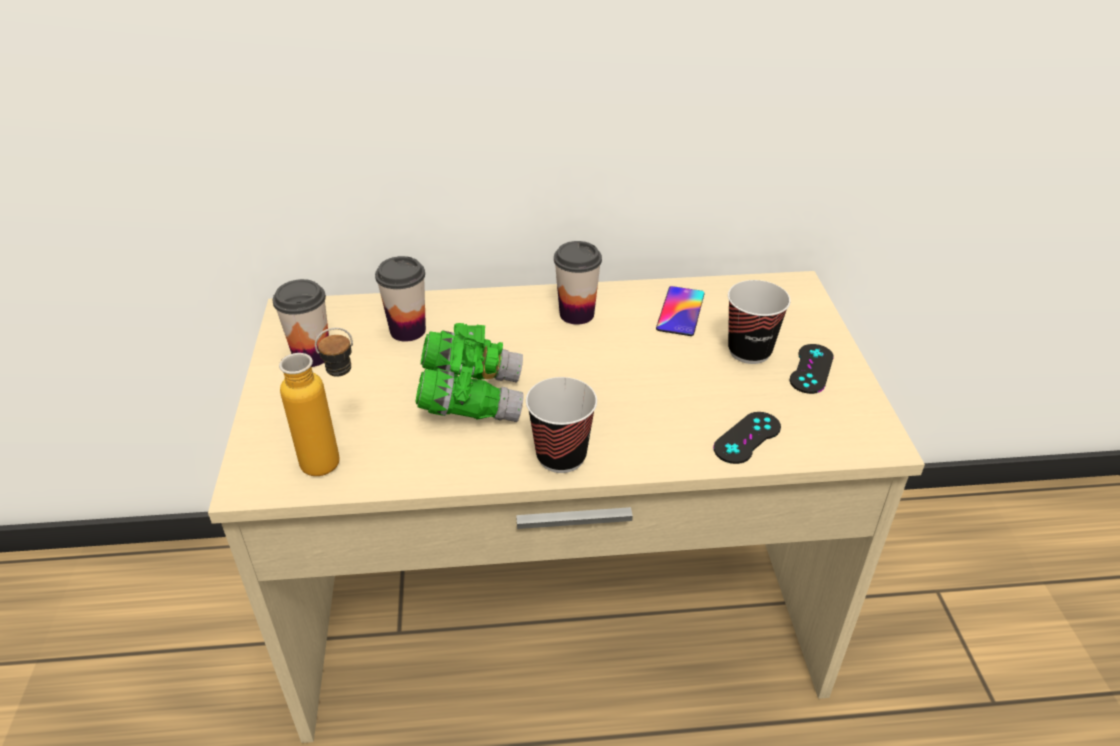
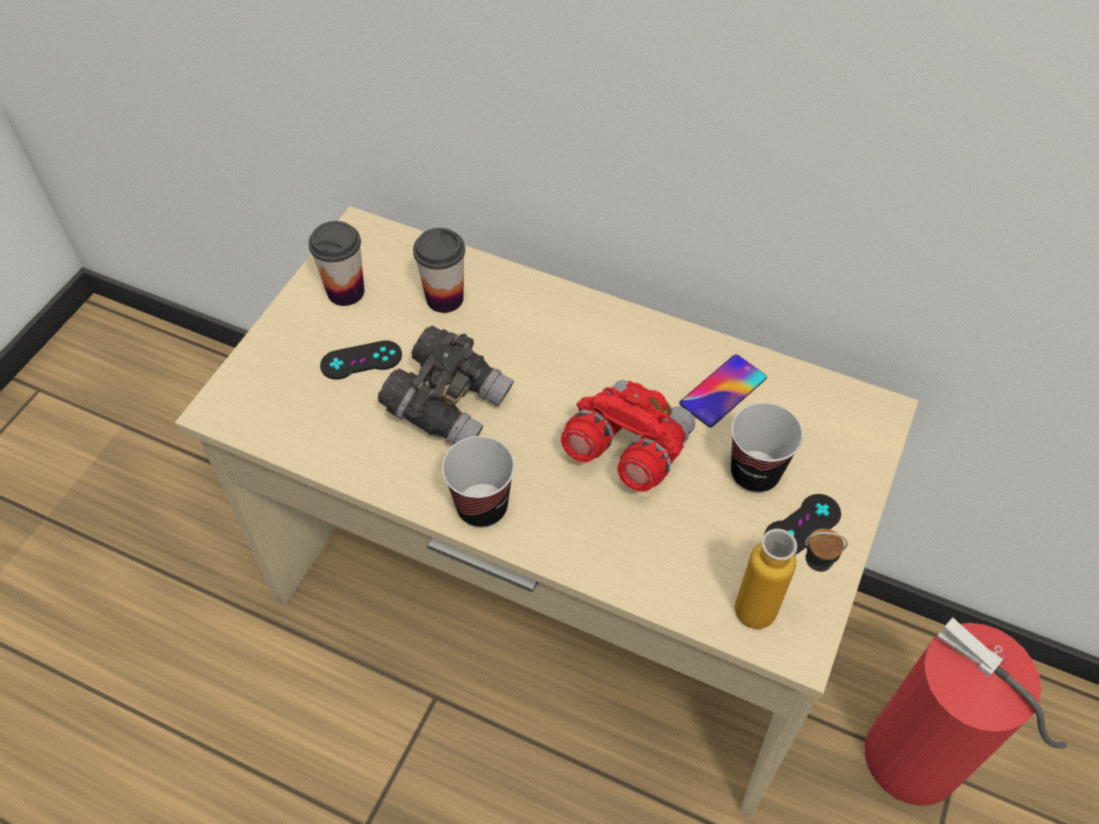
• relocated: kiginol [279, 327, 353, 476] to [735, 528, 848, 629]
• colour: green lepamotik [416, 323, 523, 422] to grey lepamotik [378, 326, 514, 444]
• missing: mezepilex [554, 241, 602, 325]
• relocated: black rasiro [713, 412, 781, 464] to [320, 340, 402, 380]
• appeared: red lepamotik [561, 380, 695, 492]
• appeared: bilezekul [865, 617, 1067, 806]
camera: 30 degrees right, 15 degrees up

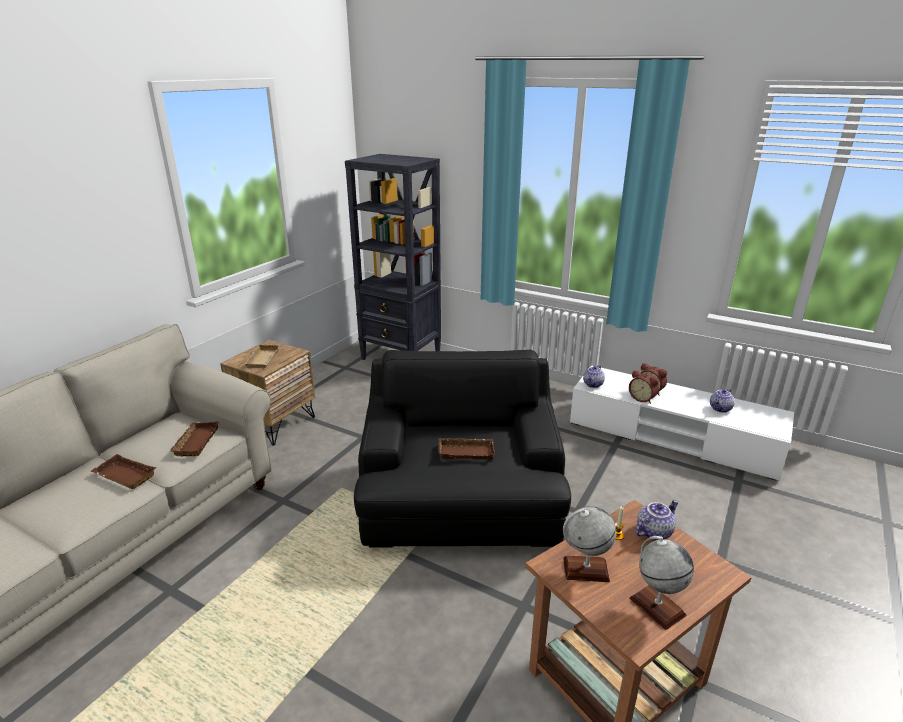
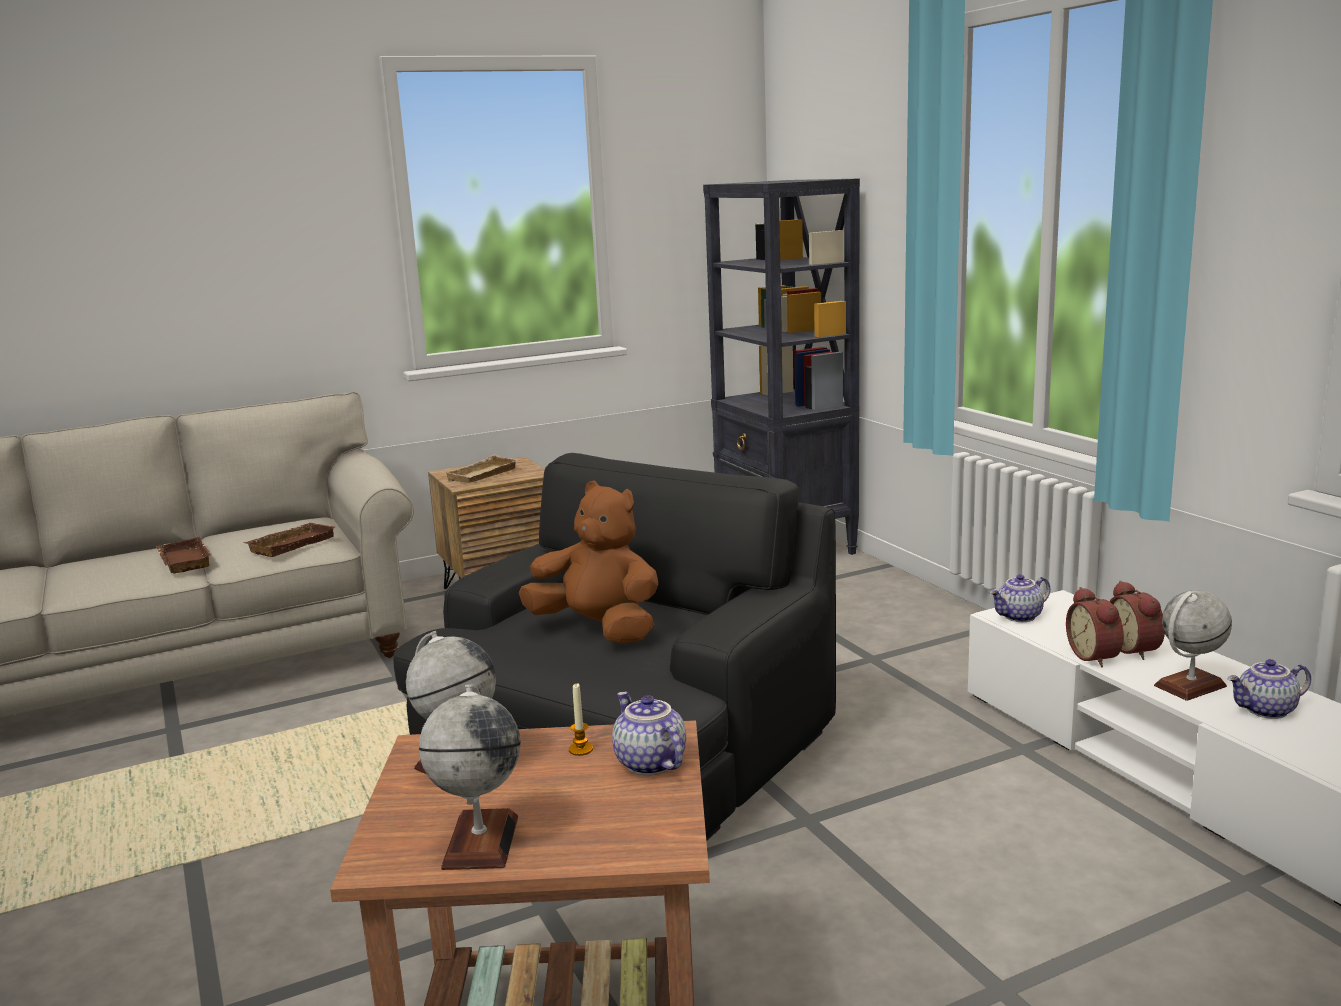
• exchanged: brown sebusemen [438, 438, 495, 460] to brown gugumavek [519, 481, 658, 644]
• spun: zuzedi [635, 500, 679, 540] = [612, 691, 686, 775] 120 degrees counterclockwise
• appeared: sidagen [1154, 590, 1232, 701]
camera: 35 degrees right, 10 degrees down

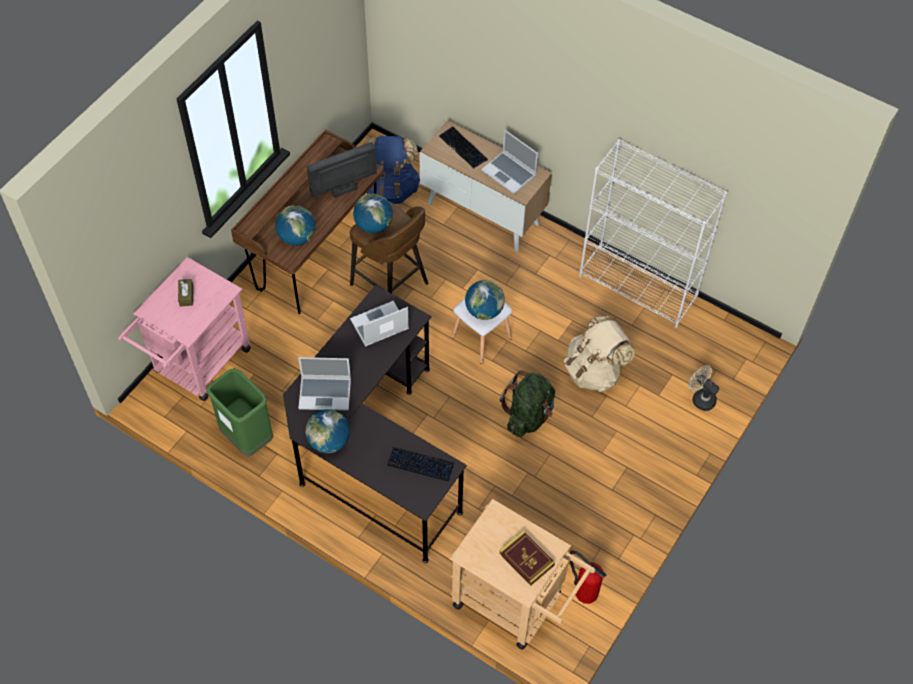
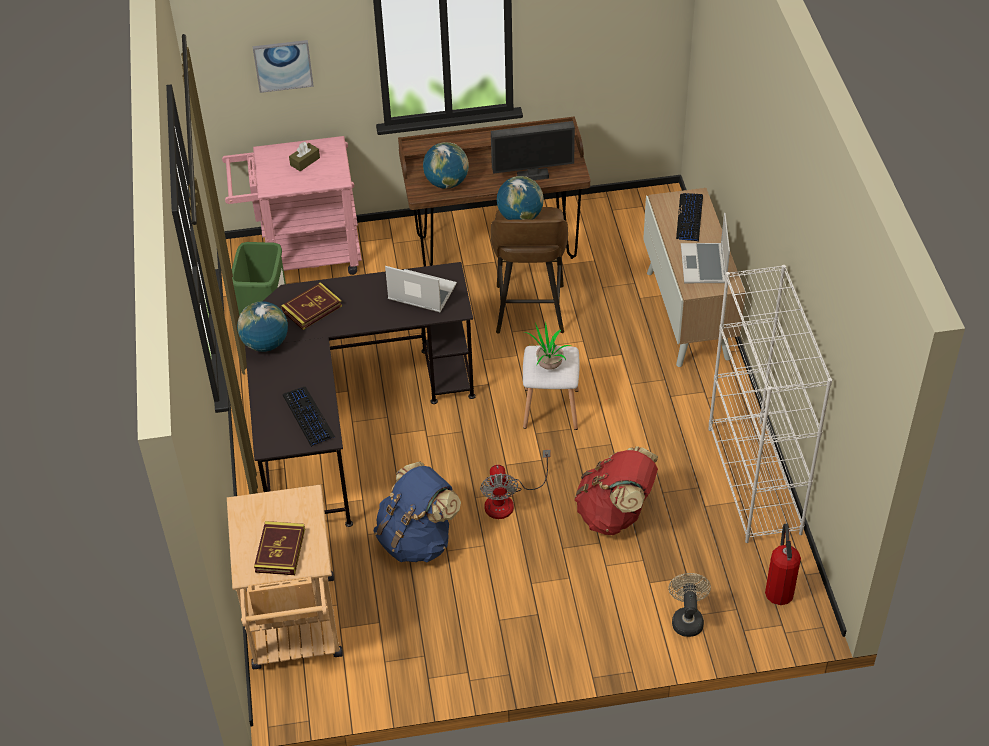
• exchanged: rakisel [298, 357, 351, 411] to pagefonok [281, 282, 342, 330]
• spun: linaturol [307, 142, 377, 198] = [491, 121, 575, 180] 150 degrees clockwise
• relocated: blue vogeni [365, 136, 420, 204] to [374, 462, 461, 563]
• exchanged: sidagen [465, 280, 505, 320] to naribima [525, 321, 571, 370]
• exchanged: green vogeni [500, 371, 555, 437] to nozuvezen [480, 450, 550, 519]
• colour: beige vogeni [564, 315, 635, 392] to red vogeni [575, 446, 658, 535]
• relocated: bilezekul [570, 551, 606, 604] to [765, 523, 801, 605]
• appeared: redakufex [253, 40, 314, 93]
camera: 50 degrees right, 10 degrees down

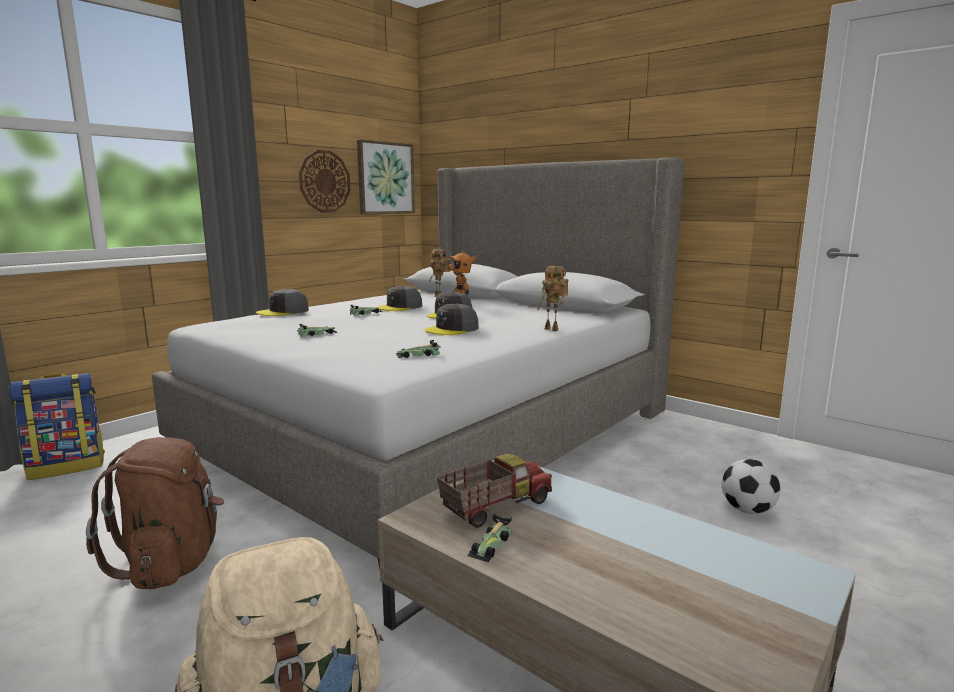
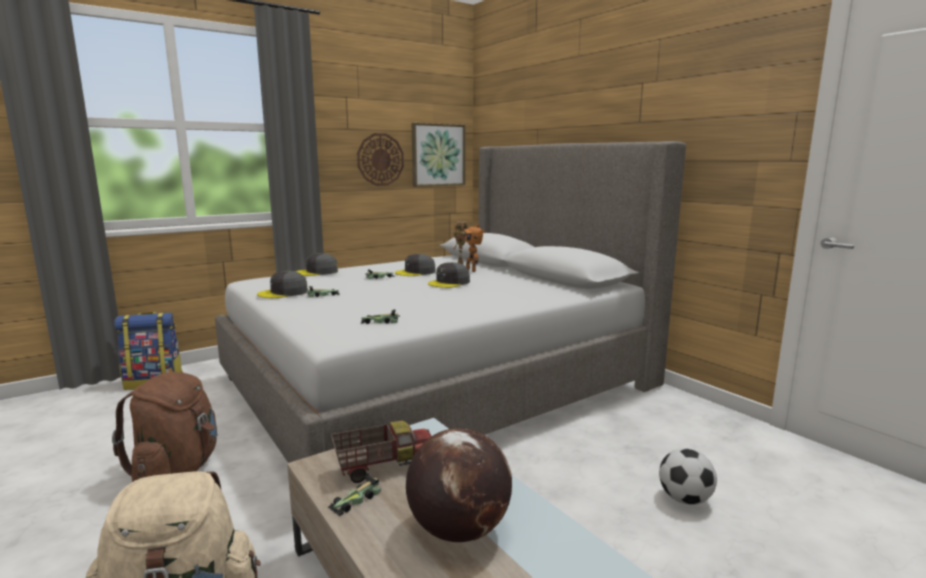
• relocated: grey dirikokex [424, 304, 479, 335] to [257, 271, 308, 298]
• missing: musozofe [537, 266, 569, 331]
• appeared: sidagen [406, 428, 512, 542]
camera: 15 degrees right, 0 degrees up

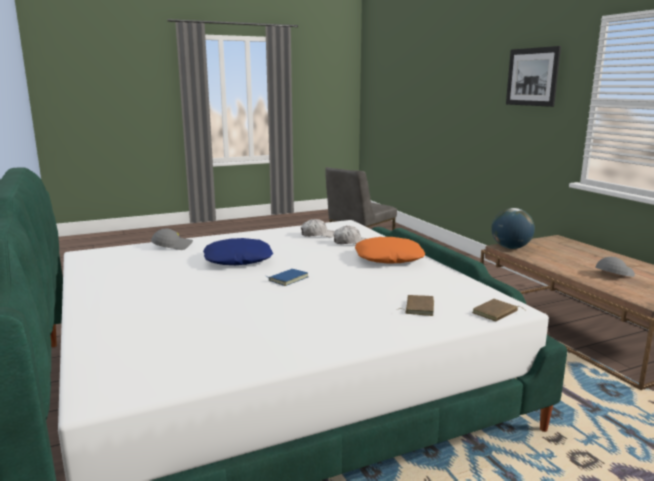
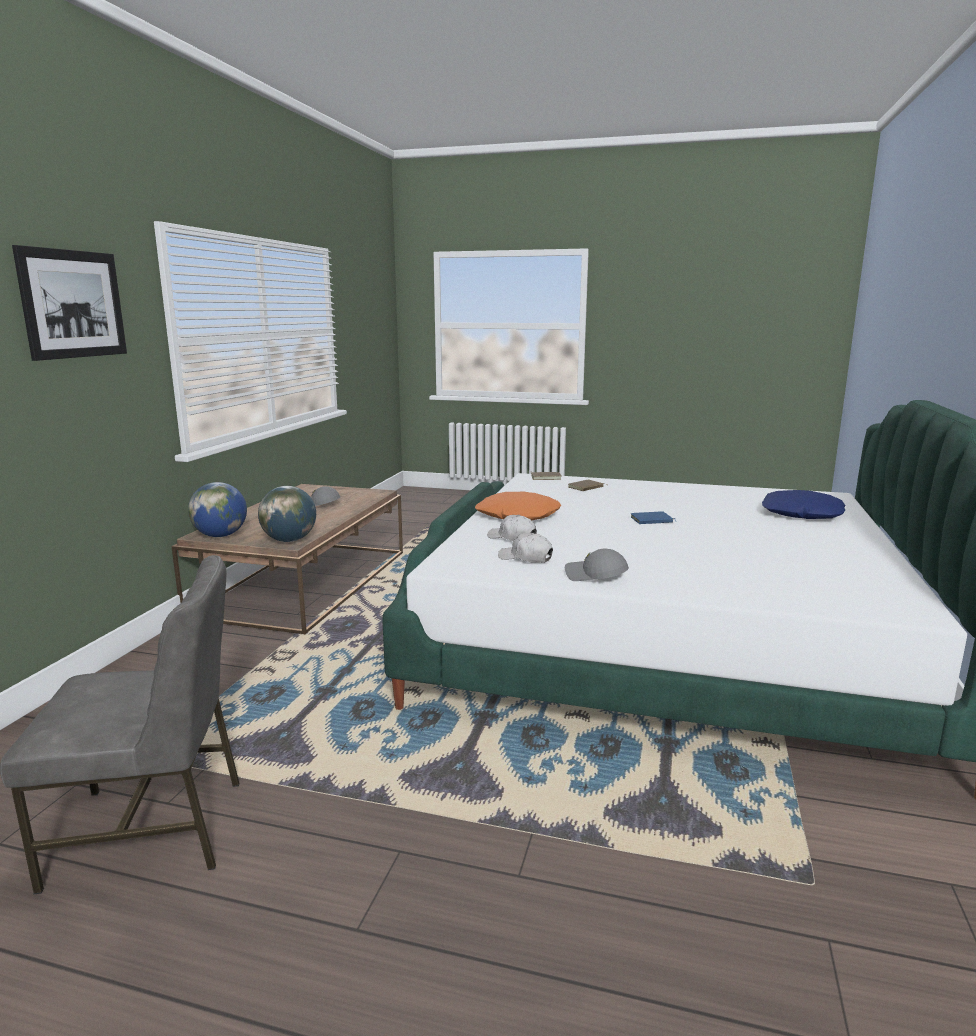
• relocated: grey dirikokex [151, 228, 193, 250] to [565, 548, 629, 581]
• relocated: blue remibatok [203, 238, 273, 265] to [762, 490, 846, 519]
• appeared: sidagen [188, 482, 247, 537]
camera: 140 degrees left, 0 degrees up

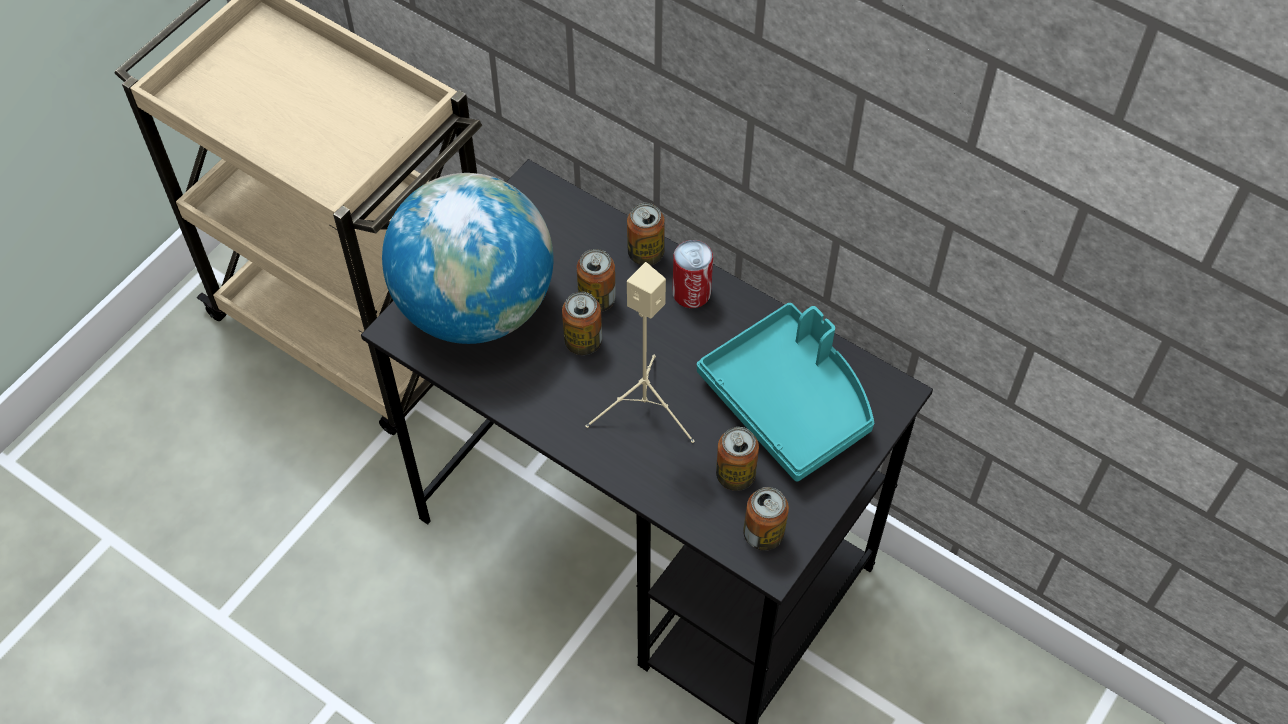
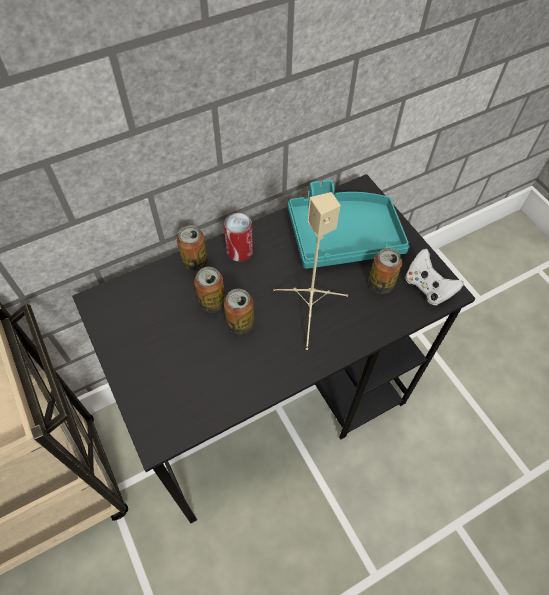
• missing: sidagen [382, 173, 553, 344]
• exchanged: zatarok [743, 487, 789, 551] to white rasiro [405, 249, 464, 305]
camera: 65 degrees left, 0 degrees up

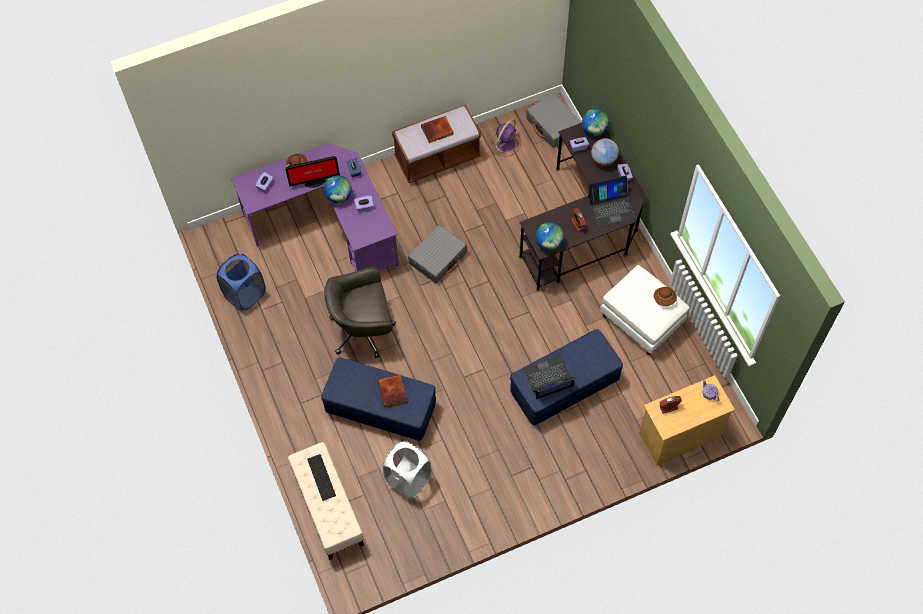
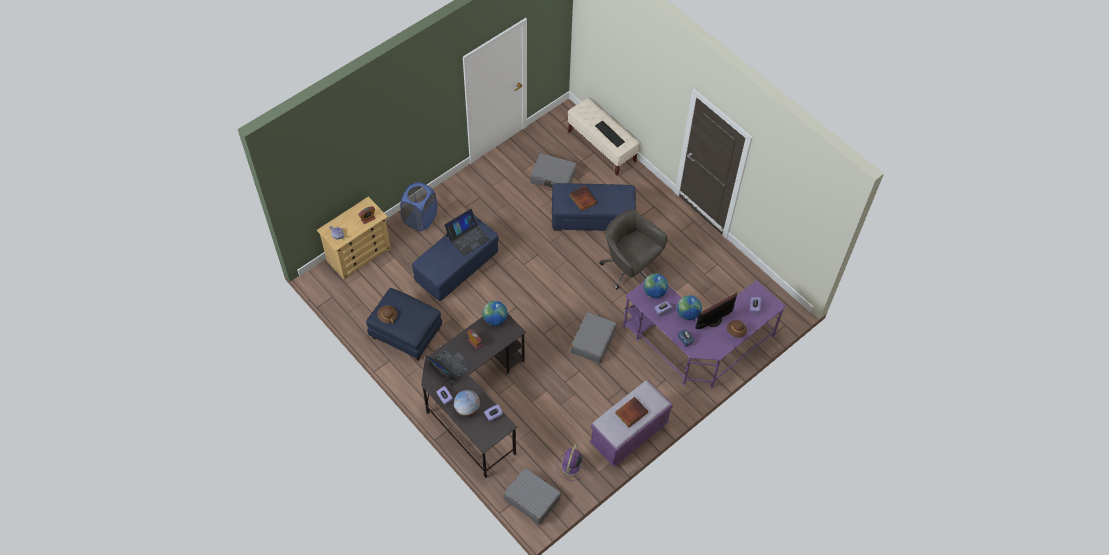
• relocated: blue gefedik [217, 254, 266, 311] to [400, 182, 437, 231]
• spun: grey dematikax [324, 267, 396, 358] = [599, 210, 668, 290] 105 degrees counterclockwise
• exchanged: white gefedik [382, 441, 432, 498] to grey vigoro [530, 153, 577, 191]
• colour: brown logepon [392, 105, 481, 183] to purple logepon [590, 380, 673, 467]
• relocated: sidagen [582, 109, 609, 136] to [643, 274, 668, 298]
• spun: rakisel [588, 175, 636, 227] = [424, 344, 474, 386] 75 degrees clockwise
• colour: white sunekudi [600, 265, 689, 355] to blue sunekudi [366, 288, 442, 361]
camera: 160 degrees right, 5 degrees down

